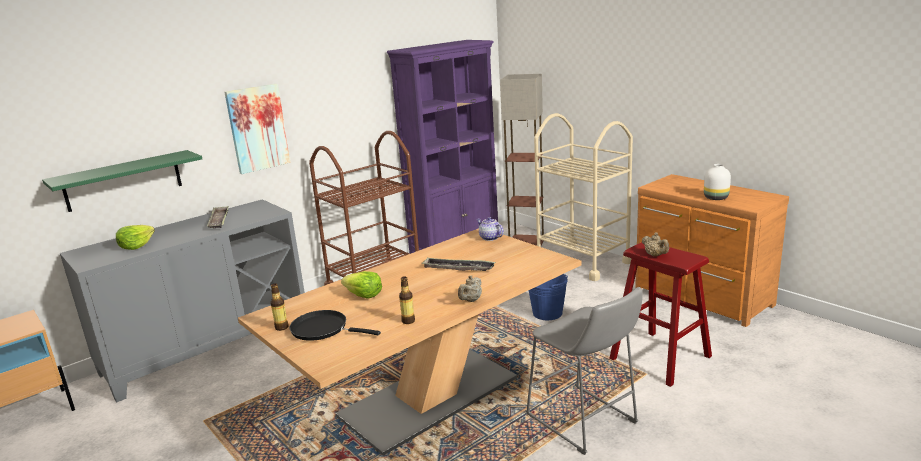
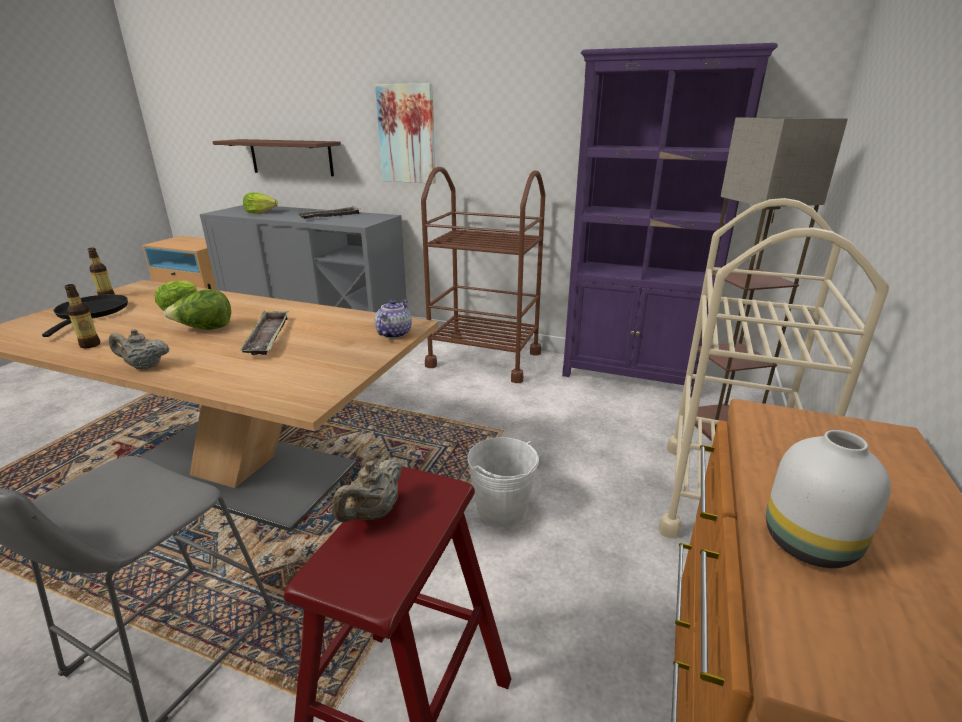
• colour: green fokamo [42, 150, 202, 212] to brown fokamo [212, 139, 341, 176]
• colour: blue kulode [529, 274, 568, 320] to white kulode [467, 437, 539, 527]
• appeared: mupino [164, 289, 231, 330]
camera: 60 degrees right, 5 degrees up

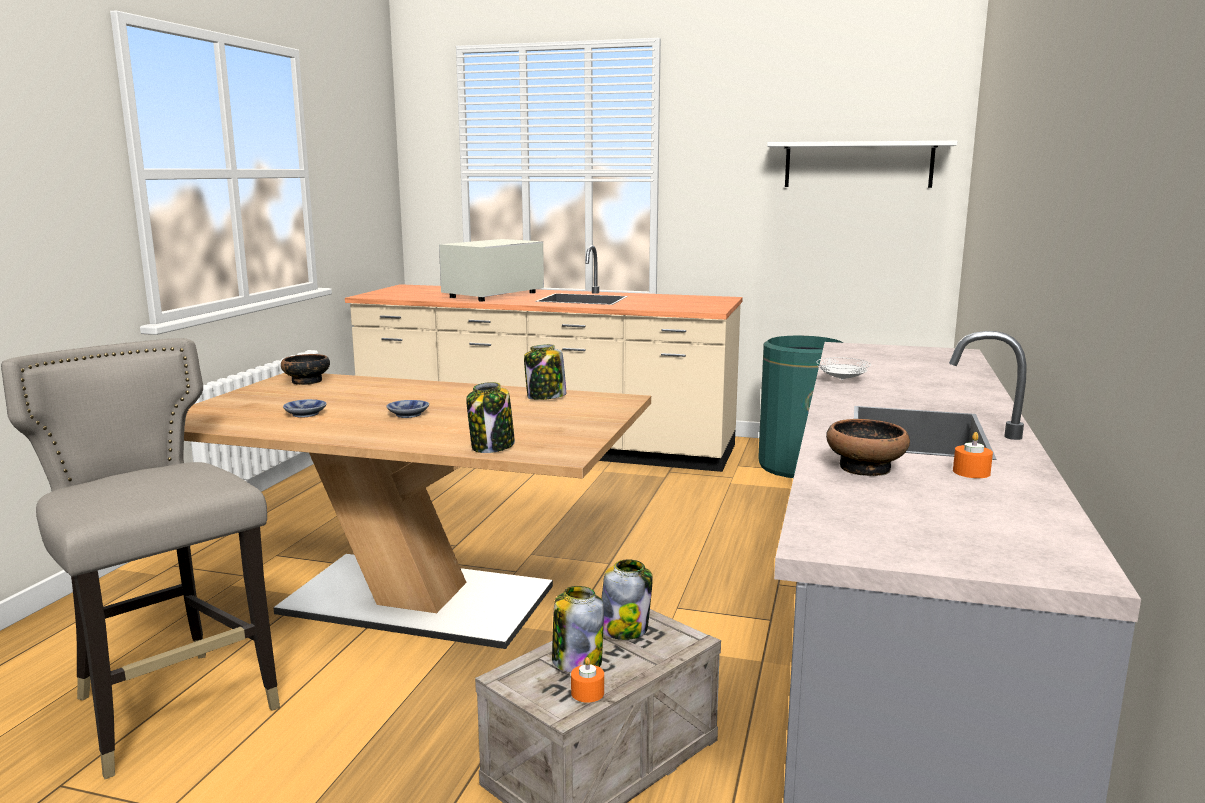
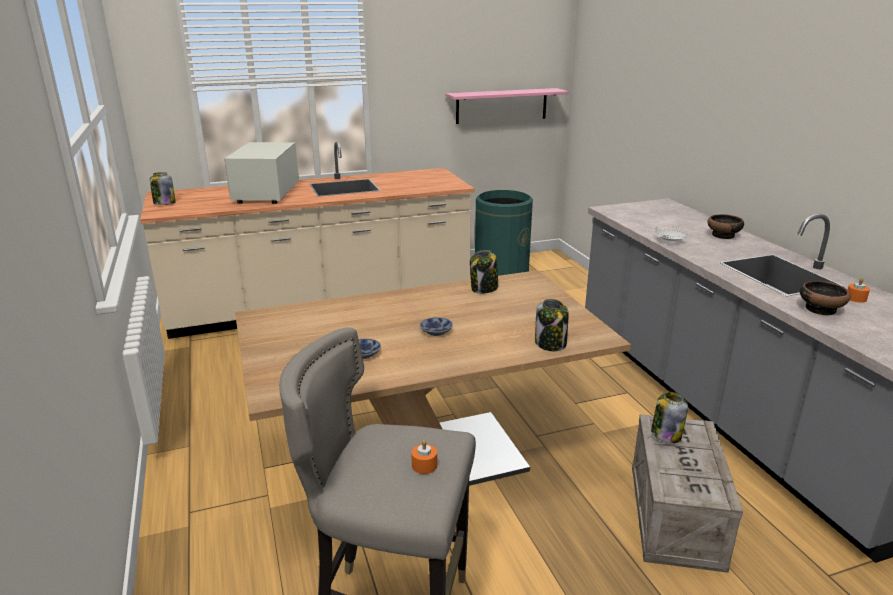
• relocated: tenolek [281, 354, 330, 385] to [708, 214, 744, 239]
• relocated: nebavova [552, 586, 604, 673] to [150, 172, 176, 205]
• relocated: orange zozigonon [571, 657, 604, 703] to [411, 440, 437, 474]
• missing: white fokamo [767, 141, 957, 188]
• appeared: pink fokamo [446, 88, 569, 124]
camera: 35 degrees left, 10 degrees up

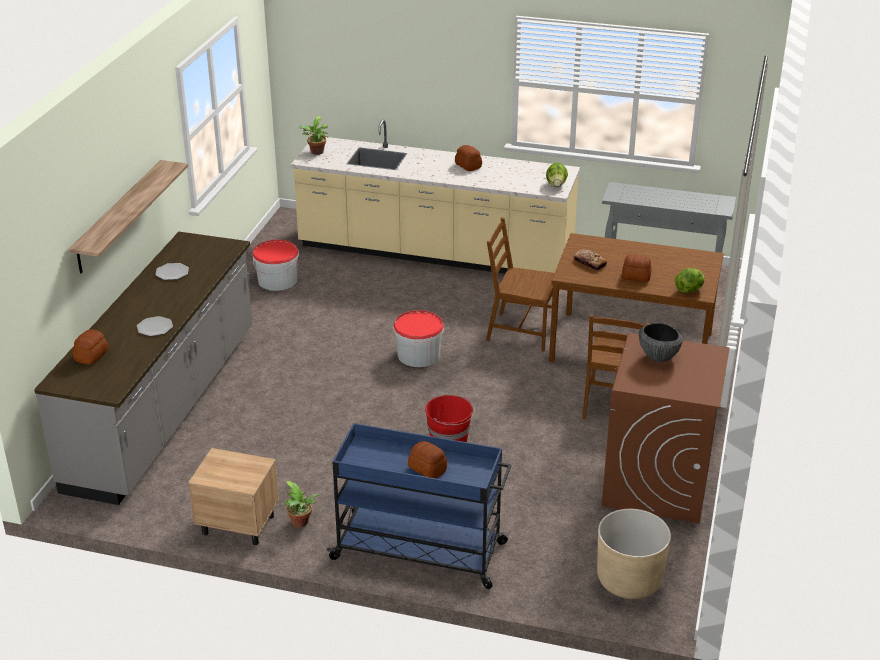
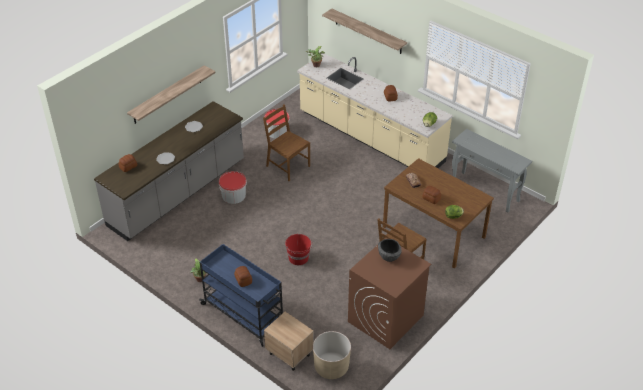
• relocated: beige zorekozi [188, 448, 279, 545] to [264, 312, 314, 371]
• relocated: kulode [394, 310, 444, 367] to [219, 171, 247, 204]
• relocated: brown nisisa [486, 217, 559, 352] to [263, 104, 310, 181]
• appeared: fokamo [322, 9, 407, 54]
camera: 25 degrees right, 10 degrees up

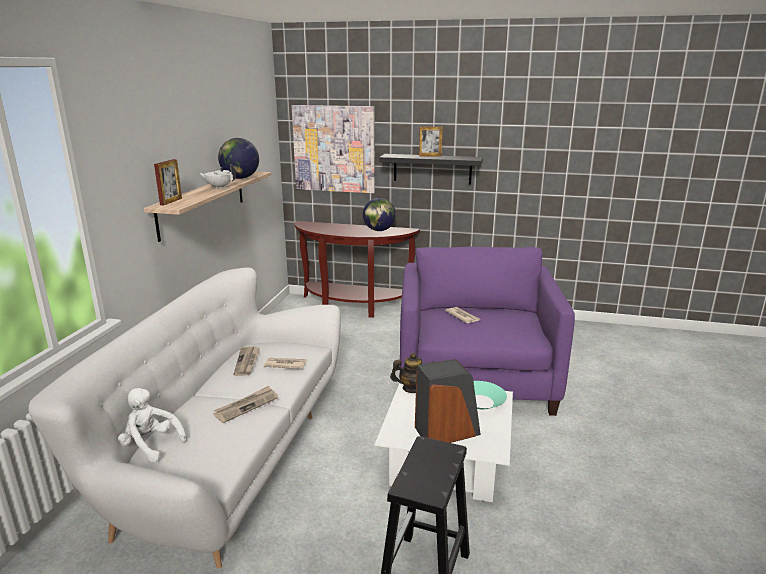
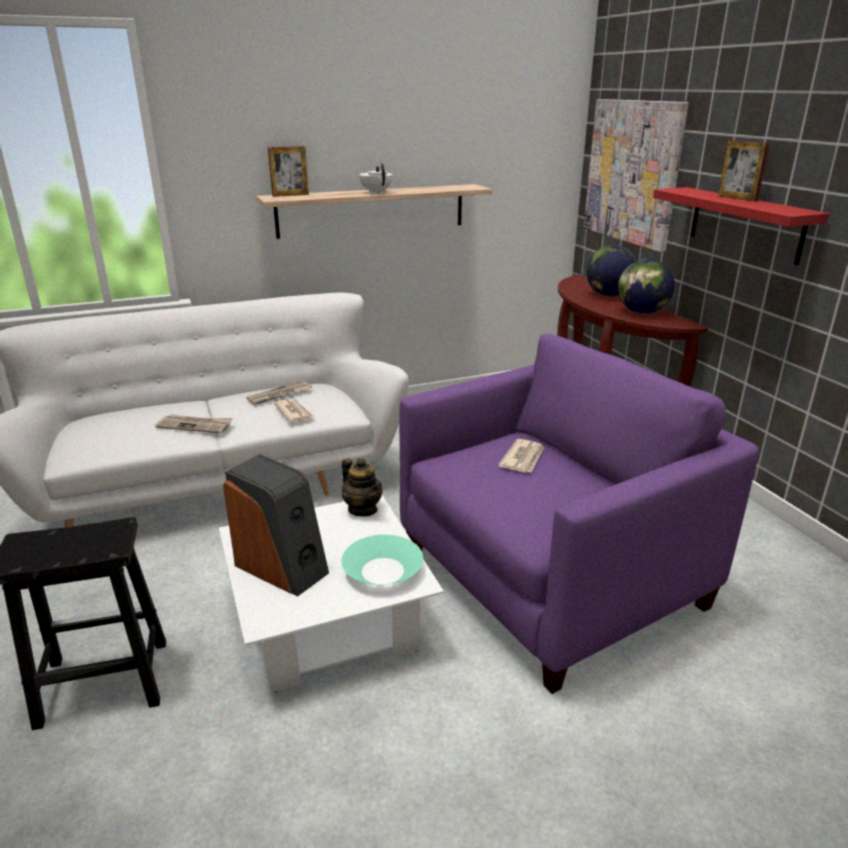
• missing: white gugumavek [118, 388, 187, 462]
• relocated: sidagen [218, 138, 259, 179] to [587, 245, 637, 296]
• colour: black fokamo [379, 154, 483, 184] to red fokamo [653, 187, 829, 265]
camera: 55 degrees right, 5 degrees up

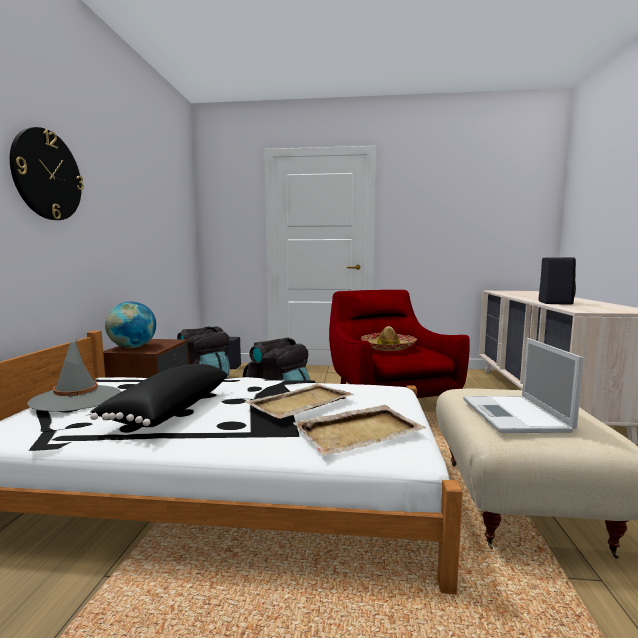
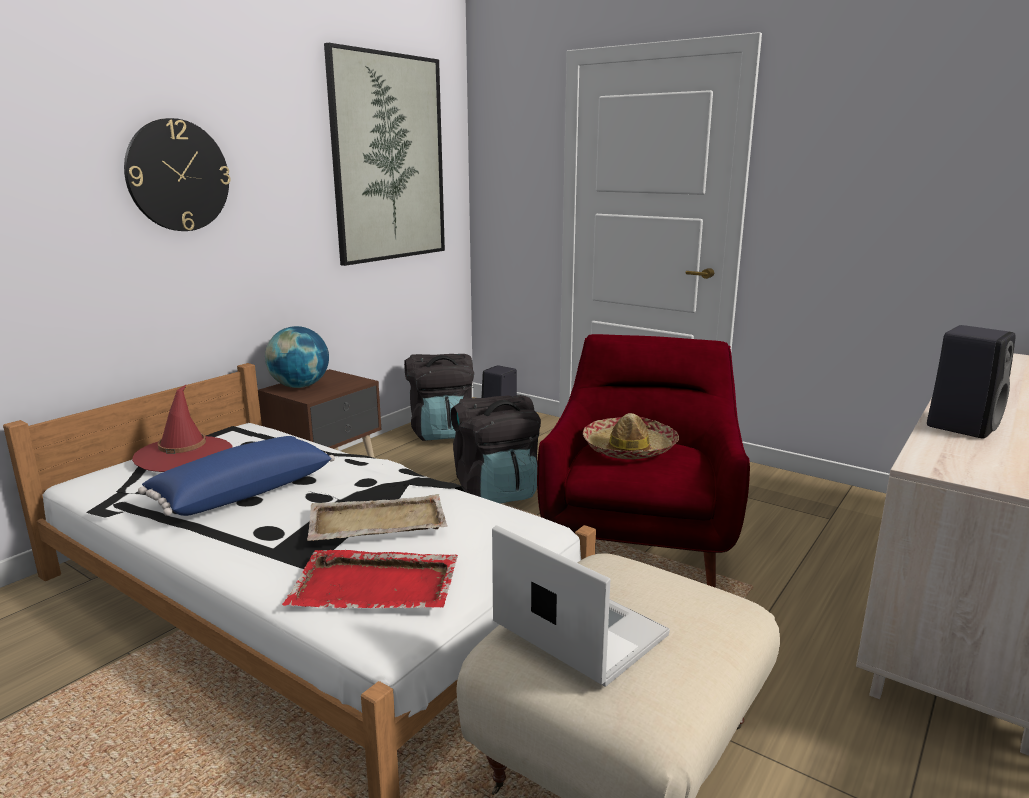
• colour: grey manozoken [27, 338, 121, 412] to red manozoken [132, 384, 233, 472]
• colour: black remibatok [90, 364, 228, 427] to blue remibatok [138, 436, 335, 516]
• colour: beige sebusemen [293, 405, 426, 456] to red sebusemen [282, 550, 458, 608]
• spun: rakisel [463, 338, 584, 433] = [492, 525, 670, 687] 105 degrees clockwise
• appeared: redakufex [324, 43, 445, 266]
camera: 30 degrees right, 10 degrees up

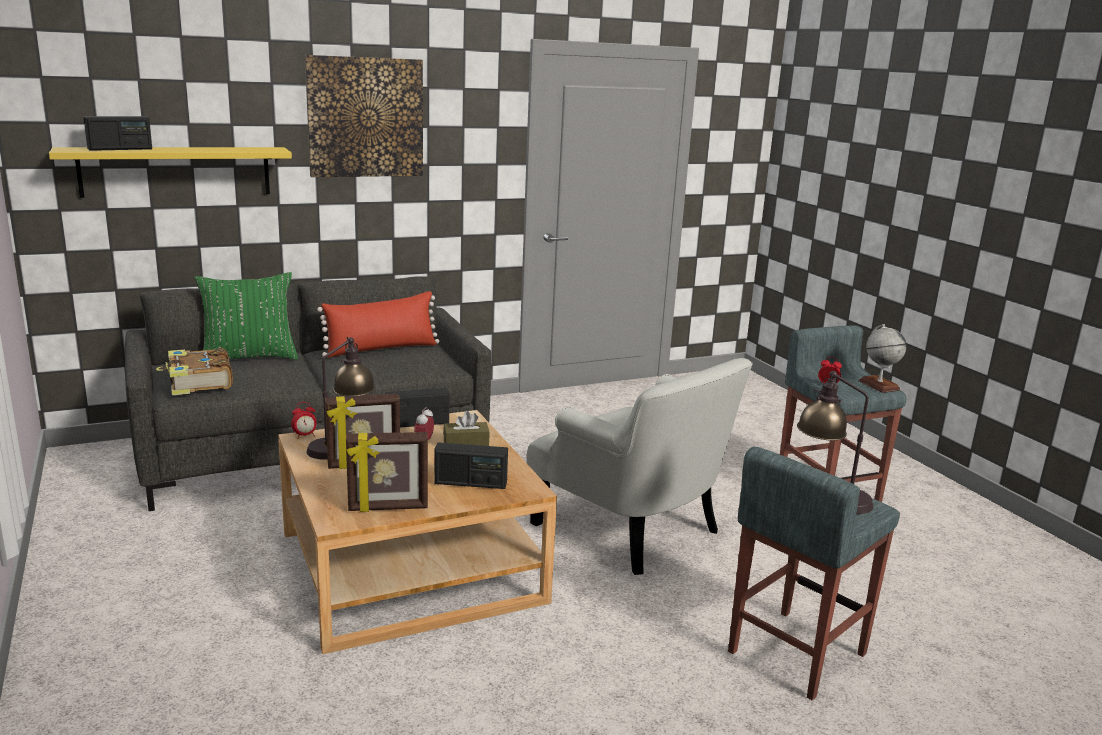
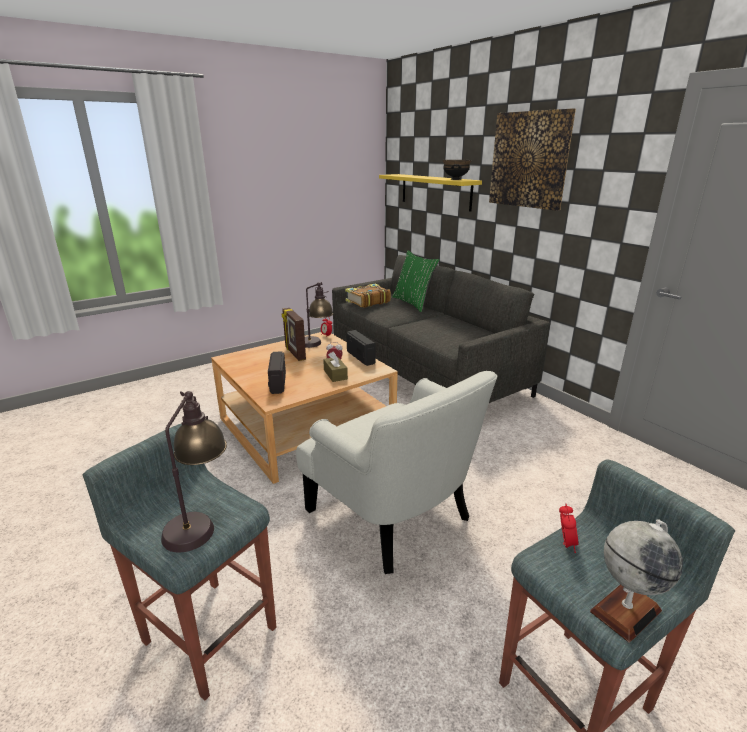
• missing: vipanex [83, 116, 152, 151]
• missing: red remibatok [317, 291, 439, 358]
• missing: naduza [346, 432, 428, 512]
• spun: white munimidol [527, 358, 753, 575] = [296, 371, 498, 574] 75 degrees counterclockwise
• appeared: black tenolek [442, 160, 472, 180]
camera: 80 degrees right, 5 degrees up

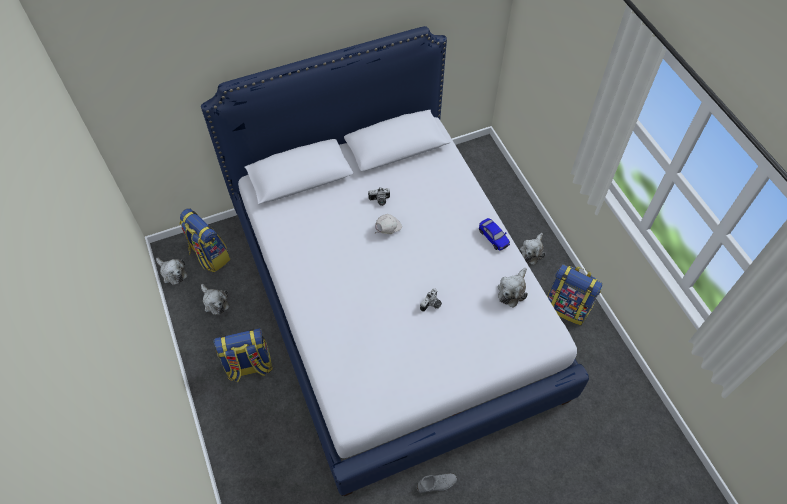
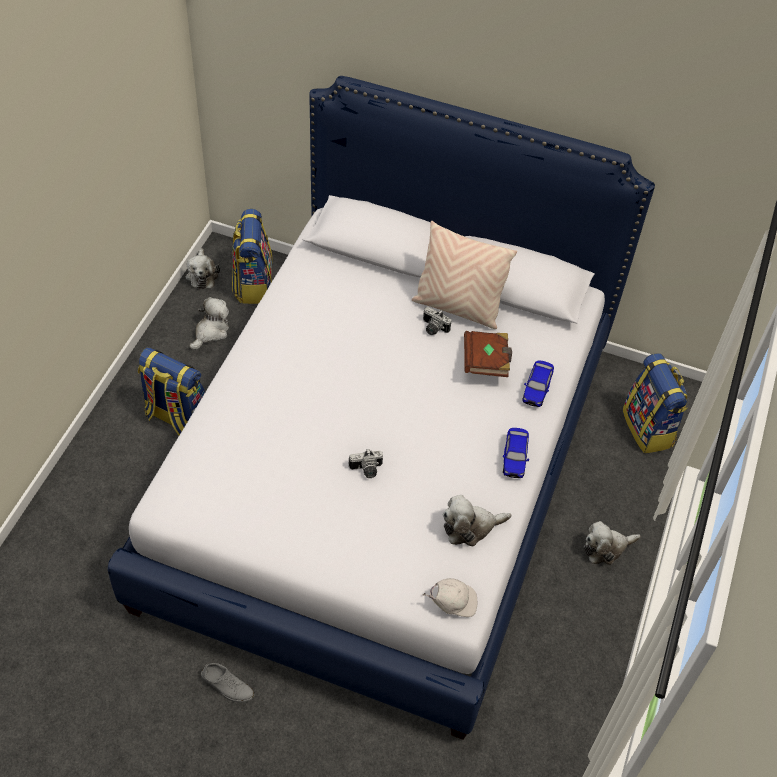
• spun: gugumavek [201, 284, 229, 315] = [190, 297, 229, 350] 150 degrees counterclockwise
• relocated: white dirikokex [375, 214, 402, 234] to [423, 578, 477, 617]
• relocated: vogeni [547, 264, 602, 325] to [623, 353, 688, 453]
• appeared: beige remibatok [412, 221, 517, 329]
• appeared: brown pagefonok [464, 331, 512, 377]
• appeared: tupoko [522, 360, 554, 407]
camera: 40 degrees right, 5 degrees down

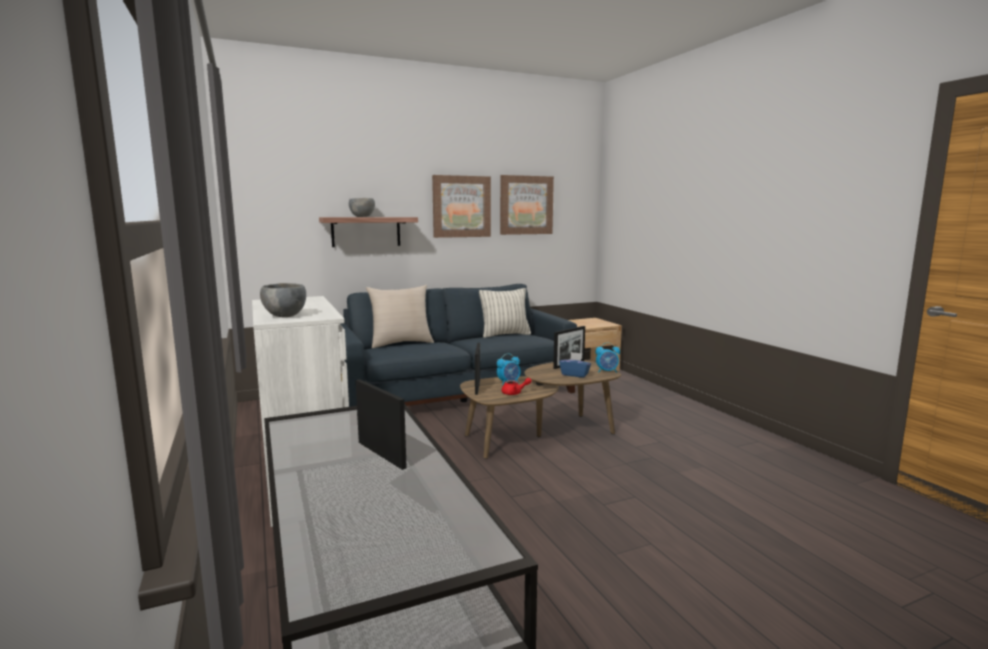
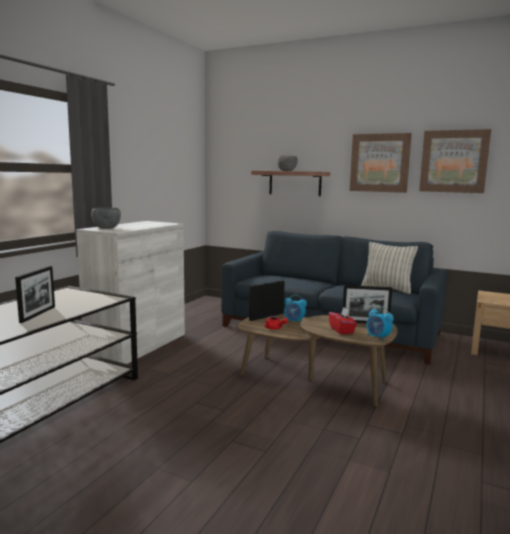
• missing: beige remibatok [366, 285, 434, 348]
• colour: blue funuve [559, 352, 591, 378] to red funuve [329, 308, 357, 334]
camera: 50 degrees right, 0 degrees up

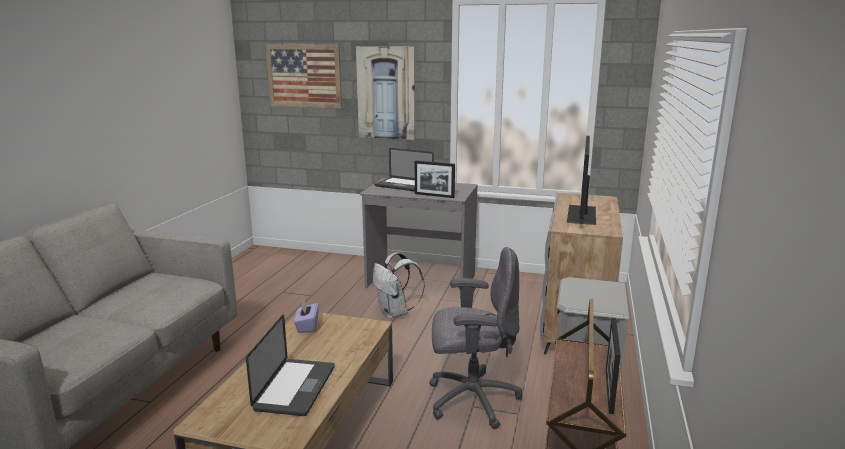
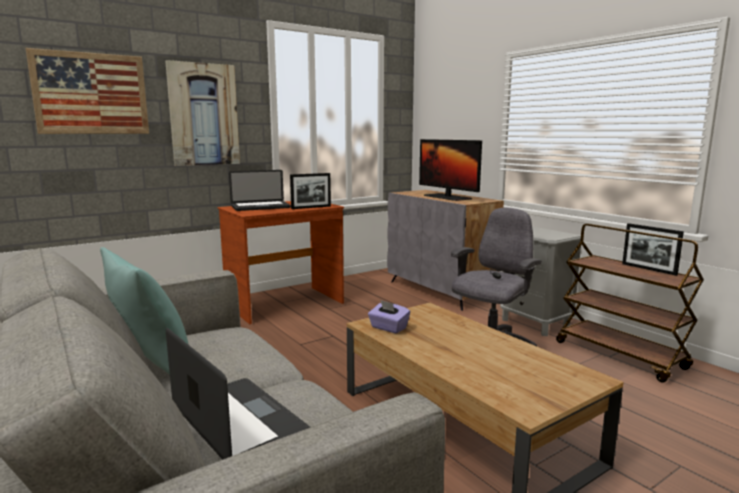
• relocated: rakisel [246, 314, 335, 416] to [166, 328, 310, 460]
• colour: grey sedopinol [360, 178, 478, 299] to brown sedopinol [218, 201, 344, 324]
• missing: white vogeni [373, 252, 425, 319]
• appeared: turquoise remibatok [100, 247, 189, 375]
camera: 50 degrees left, 5 degrees down

